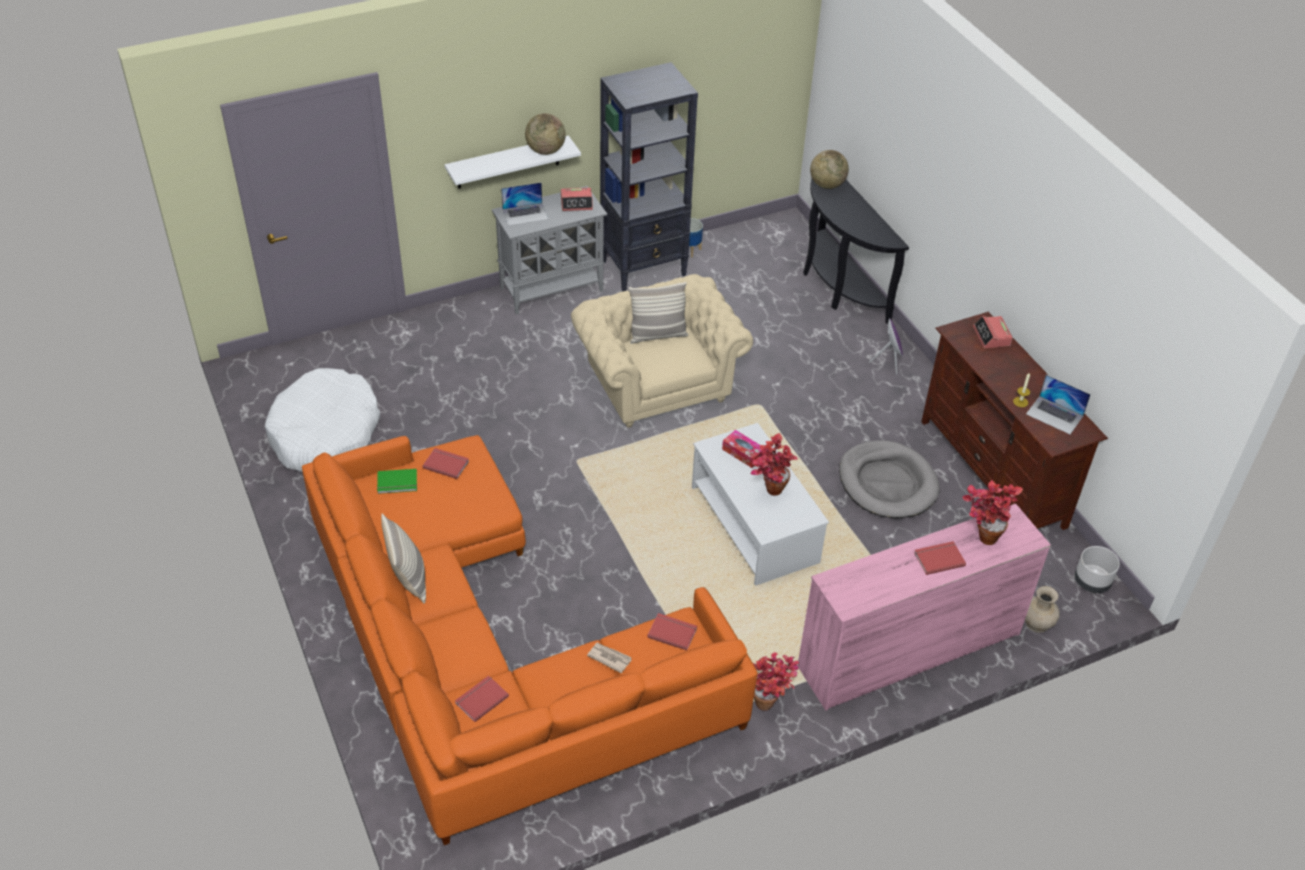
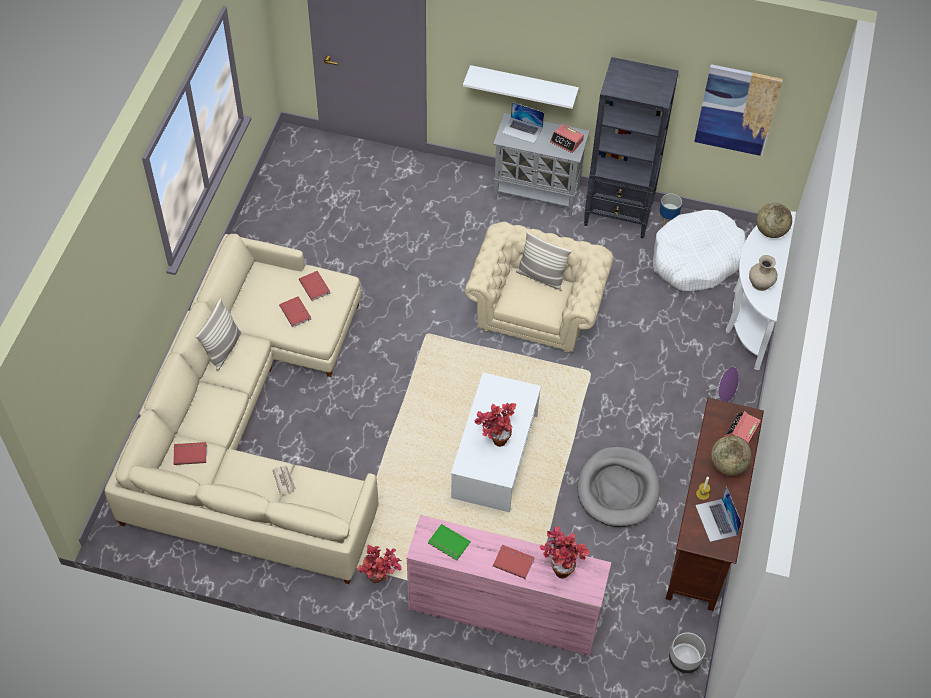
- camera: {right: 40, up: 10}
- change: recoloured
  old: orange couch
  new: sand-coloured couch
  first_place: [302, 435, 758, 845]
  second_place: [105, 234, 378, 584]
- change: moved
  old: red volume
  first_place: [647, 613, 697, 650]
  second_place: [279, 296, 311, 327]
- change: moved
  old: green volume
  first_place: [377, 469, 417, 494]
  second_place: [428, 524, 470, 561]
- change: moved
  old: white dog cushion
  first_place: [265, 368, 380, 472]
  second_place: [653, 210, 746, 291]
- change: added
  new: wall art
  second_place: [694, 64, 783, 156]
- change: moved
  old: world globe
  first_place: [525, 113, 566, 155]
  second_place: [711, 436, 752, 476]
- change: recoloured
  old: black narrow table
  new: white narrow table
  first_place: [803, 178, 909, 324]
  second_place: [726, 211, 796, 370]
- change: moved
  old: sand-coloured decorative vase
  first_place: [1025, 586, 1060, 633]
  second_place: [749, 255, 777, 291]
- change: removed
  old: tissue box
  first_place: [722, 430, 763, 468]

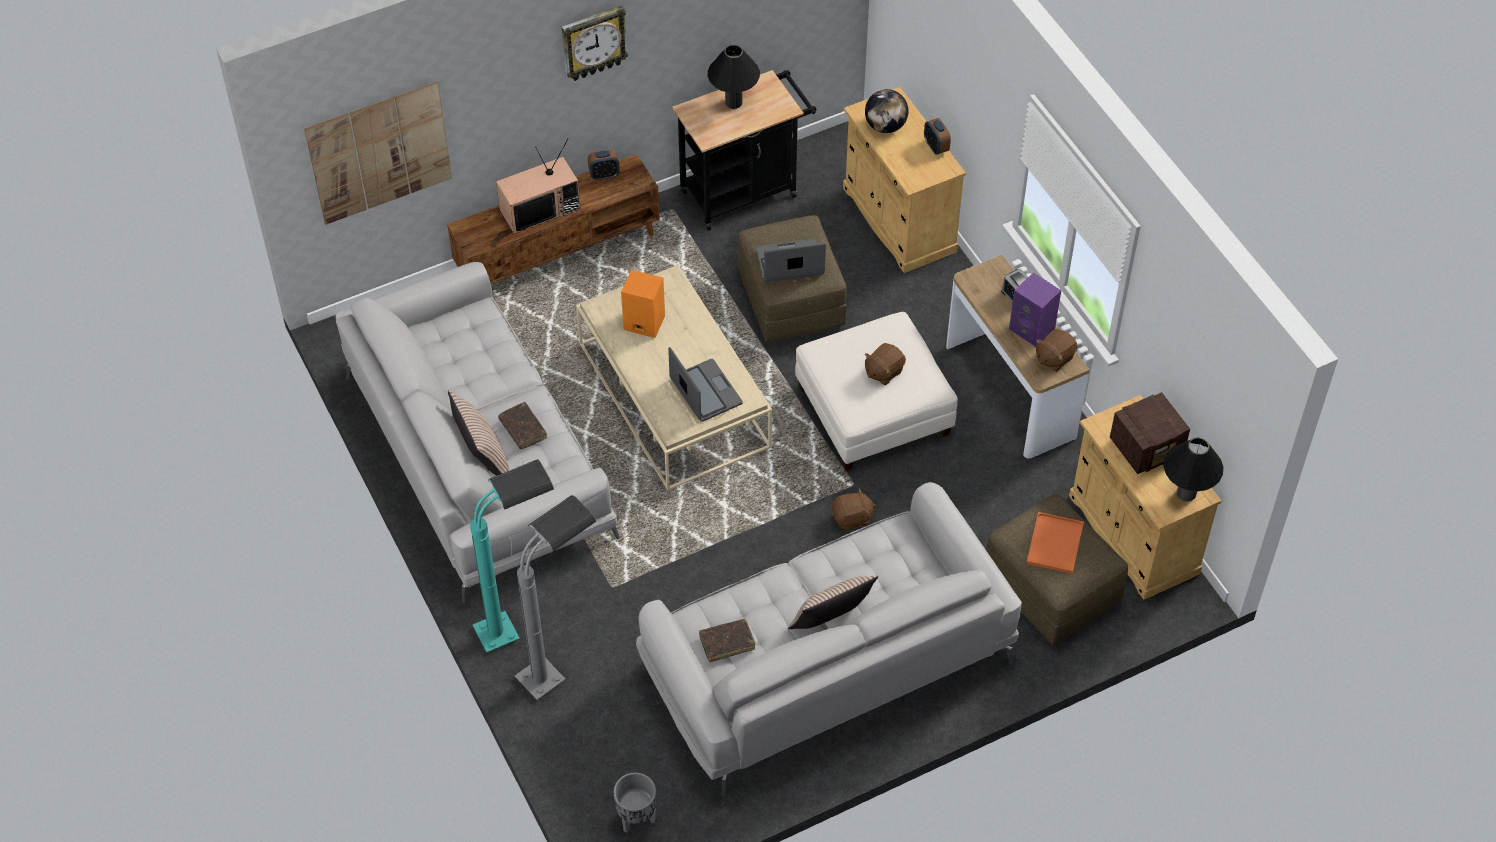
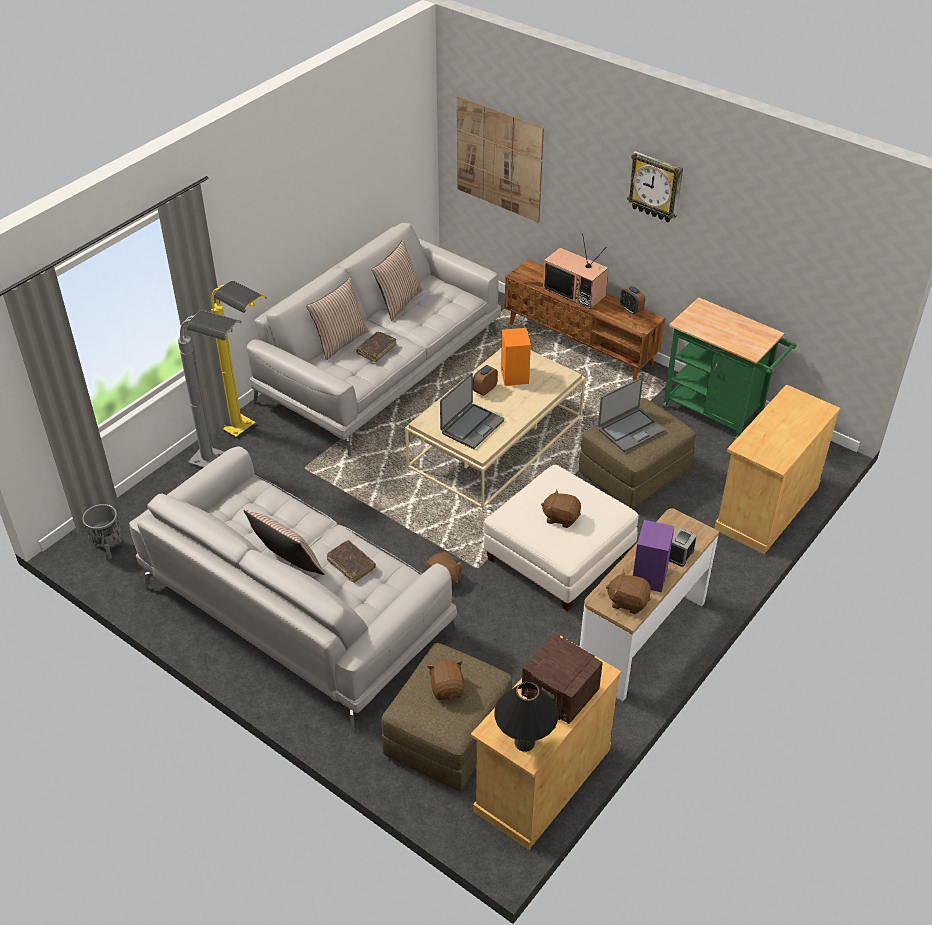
- camera: {right: 65, up: -10}
- change: recoloured
  old: turquoise standard lamp
  new: yellow standard lamp
  first_place: [470, 459, 554, 652]
  second_place: [211, 281, 266, 437]
- change: moved
  old: brownish volume
  first_place: [699, 618, 755, 662]
  second_place: [327, 540, 376, 583]
- change: added
  new: throw pillow
  second_place: [372, 240, 422, 321]
- change: replaced
  old: orange carrying tray
  new: brownish soft toy
  first_place: [1026, 512, 1084, 574]
  second_place: [427, 659, 465, 700]
- change: moved
  old: bedside clock
  first_place: [924, 118, 951, 155]
  second_place: [473, 365, 498, 396]
- change: turned
  old: portable computer
  first_place: [756, 239, 826, 282]
  second_place: [598, 377, 665, 452]
  degrees: 90
- change: recoloured
  old: black cart
  new: green cart
  first_place: [672, 70, 816, 231]
  second_place: [663, 297, 797, 441]
- change: removed
  old: black table lamp
  first_place: [708, 45, 760, 109]
- change: removed
  old: world globe
  first_place: [865, 89, 908, 133]

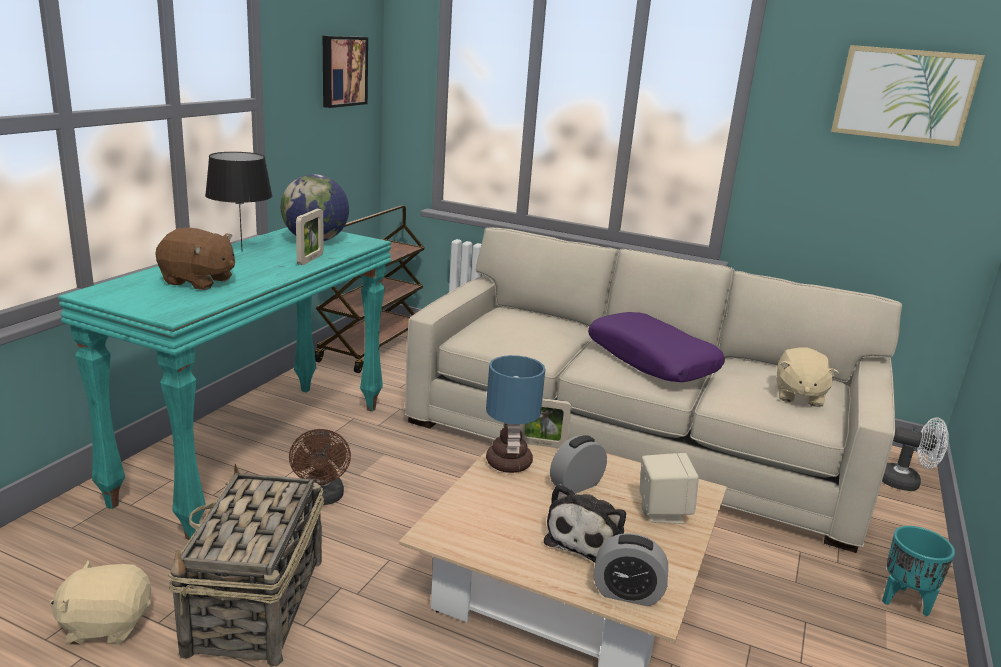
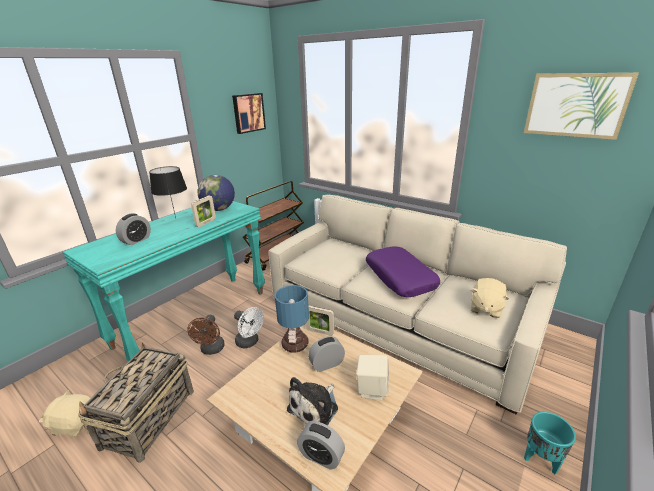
- camera: {right: 15, up: 5}
- change: replaced
  old: brownish soft toy
  new: bedside clock
  first_place: [156, 228, 235, 290]
  second_place: [116, 213, 151, 245]
- change: moved
  old: white electric fan
  first_place: [882, 417, 949, 491]
  second_place: [234, 307, 264, 348]

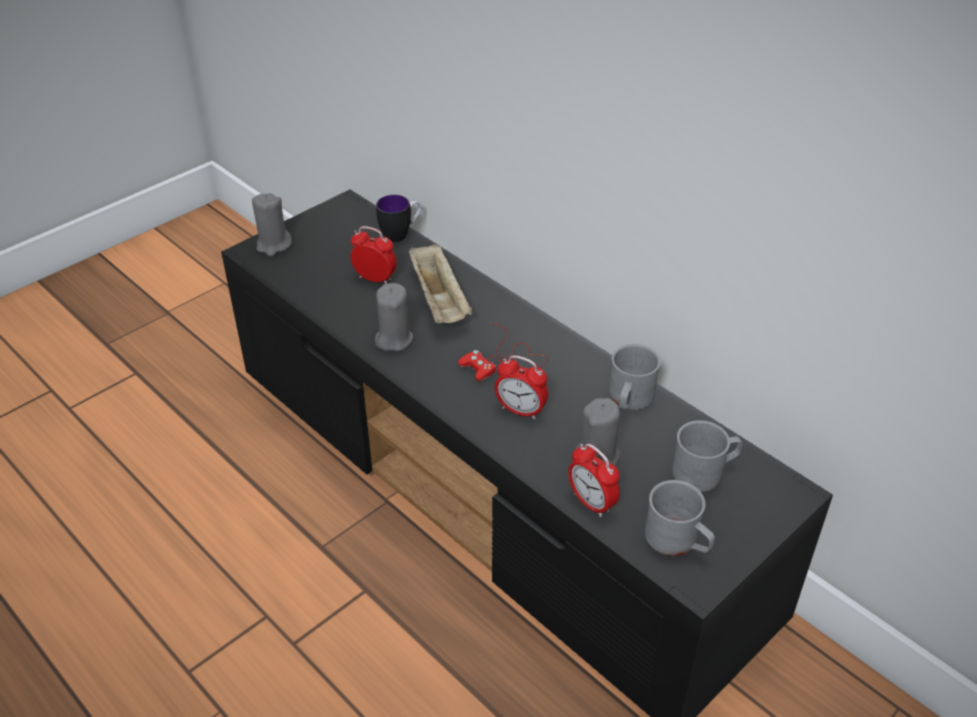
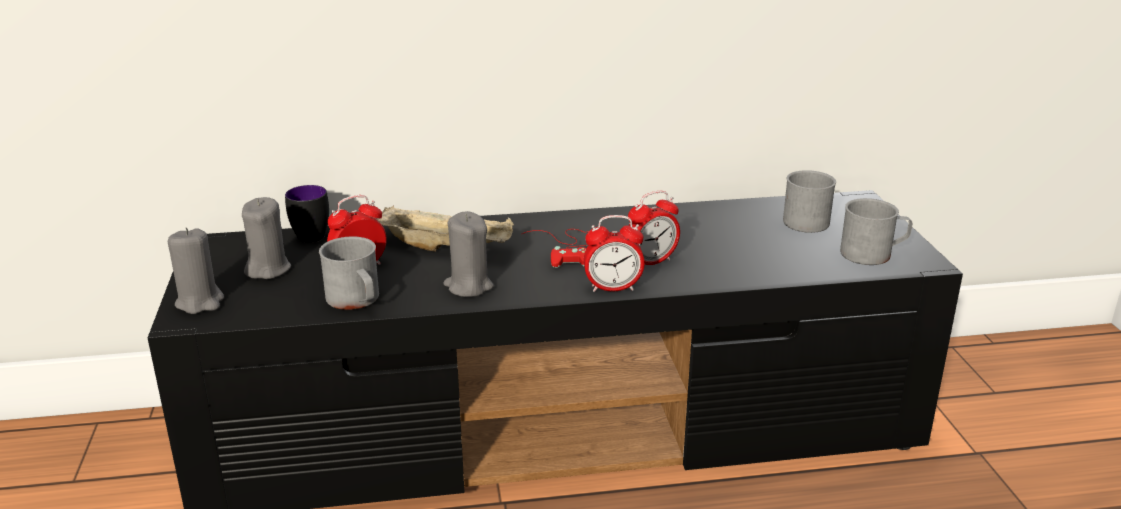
- camera: {right: -55, up: -15}
- change: moved
  old: greyish candle
  first_place: [575, 398, 621, 465]
  second_place: [242, 197, 291, 279]
- change: moved
  old: greyish tea mug
  first_place: [609, 344, 661, 410]
  second_place: [319, 236, 379, 310]
- change: moved
  old: bedside clock
  first_place: [568, 444, 620, 517]
  second_place: [584, 215, 645, 292]

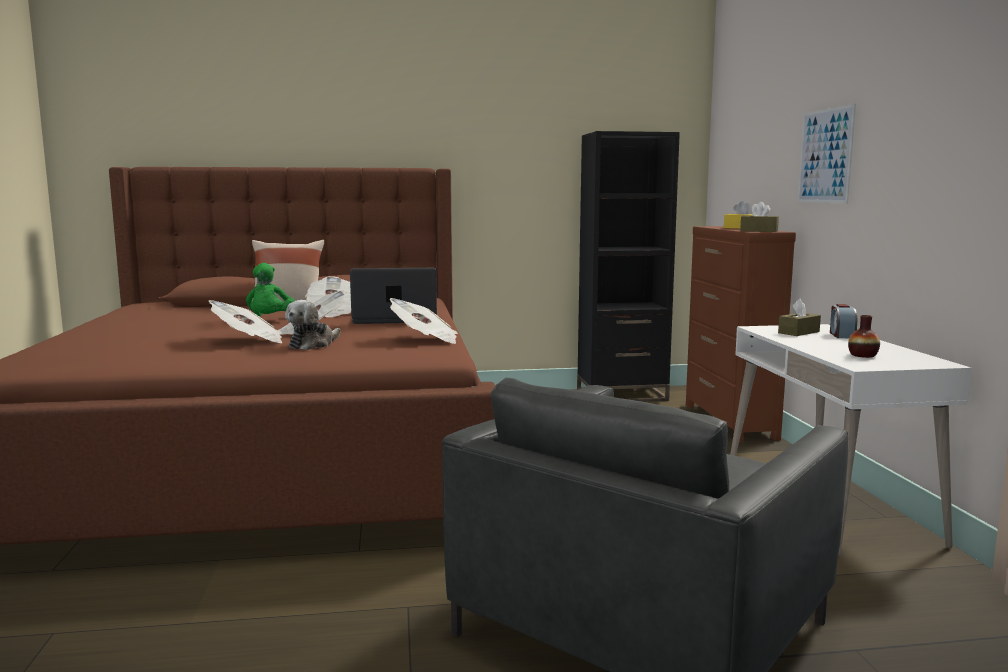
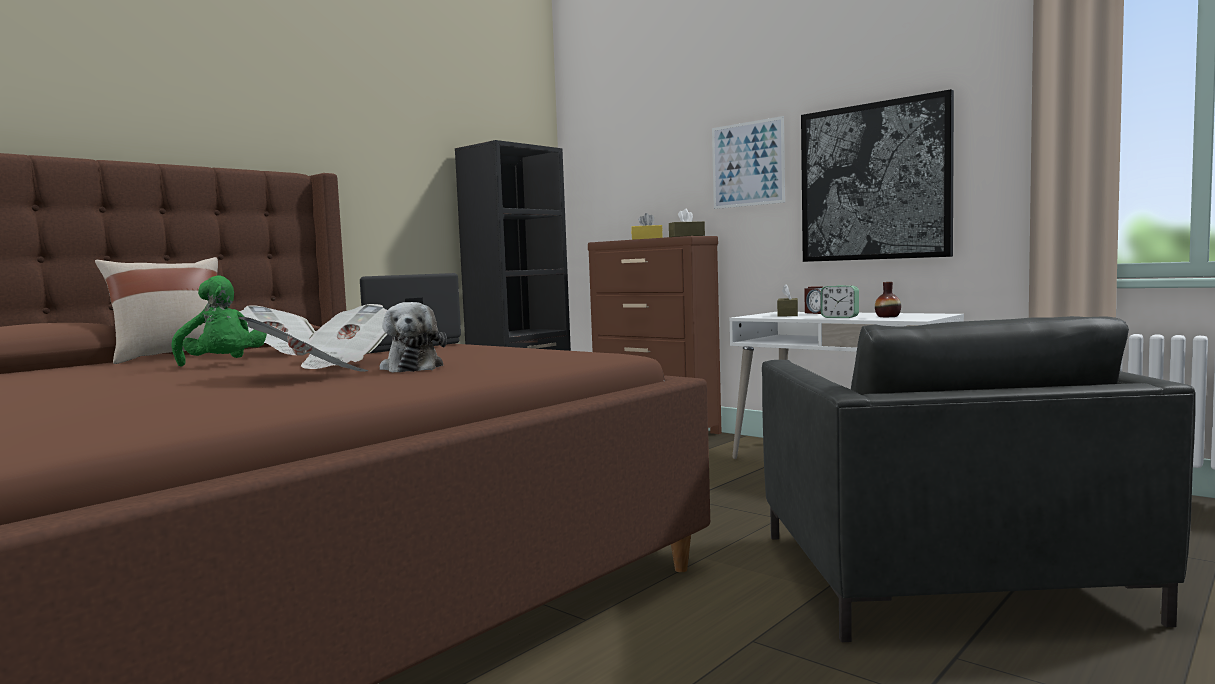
- camera: {right: -40, up: -5}
- change: added
  new: wall art
  second_place: [801, 89, 954, 262]
- change: added
  new: bedside clock
  second_place: [821, 285, 859, 318]
- change: removed
  old: printed paper
  first_place: [390, 298, 458, 344]

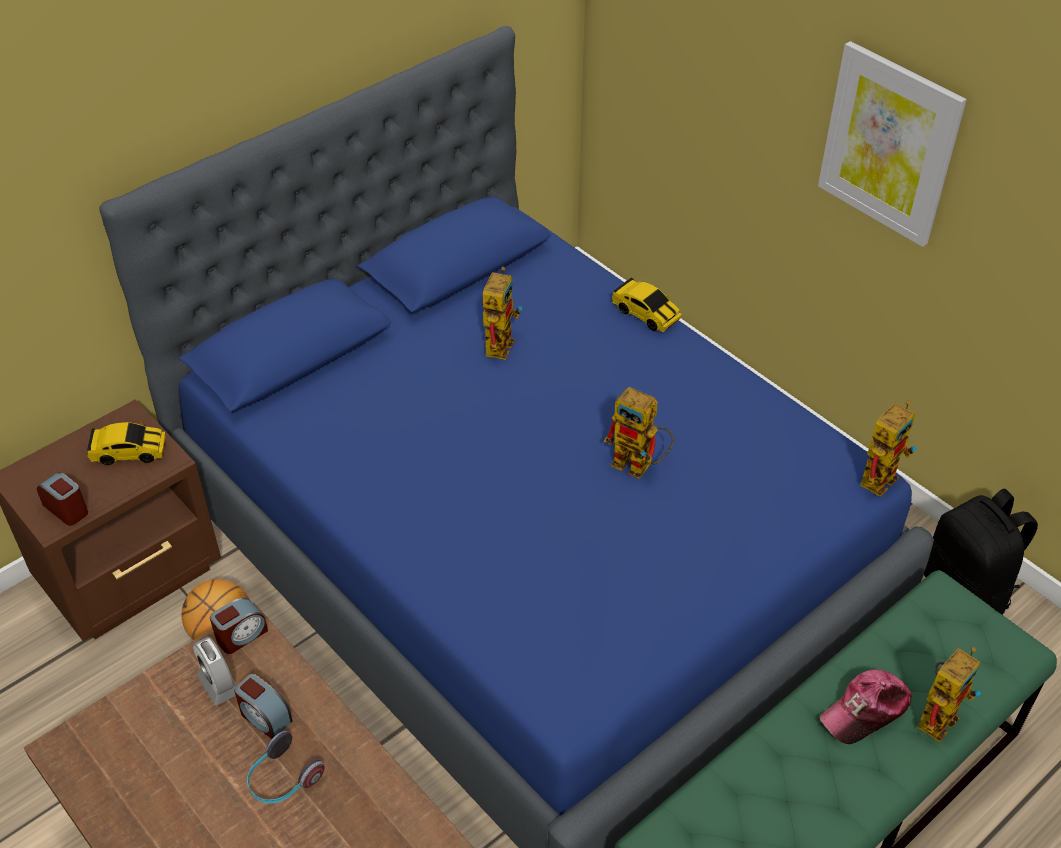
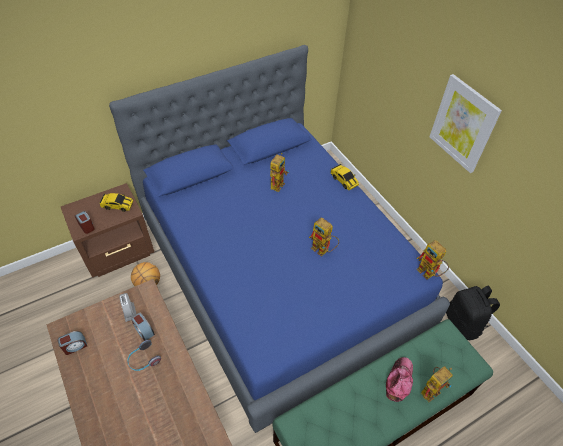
- camera: {right: 10, up: 5}
- change: moved
  old: bedside clock
  first_place: [210, 598, 268, 654]
  second_place: [57, 331, 87, 355]
- change: turned
  old: cap
  first_place: [820, 669, 912, 744]
  second_place: [386, 357, 413, 402]
  degrees: 135
- change: turned
  old: robot figure
  first_place: [860, 401, 917, 497]
  second_place: [416, 240, 449, 280]
  degrees: 90

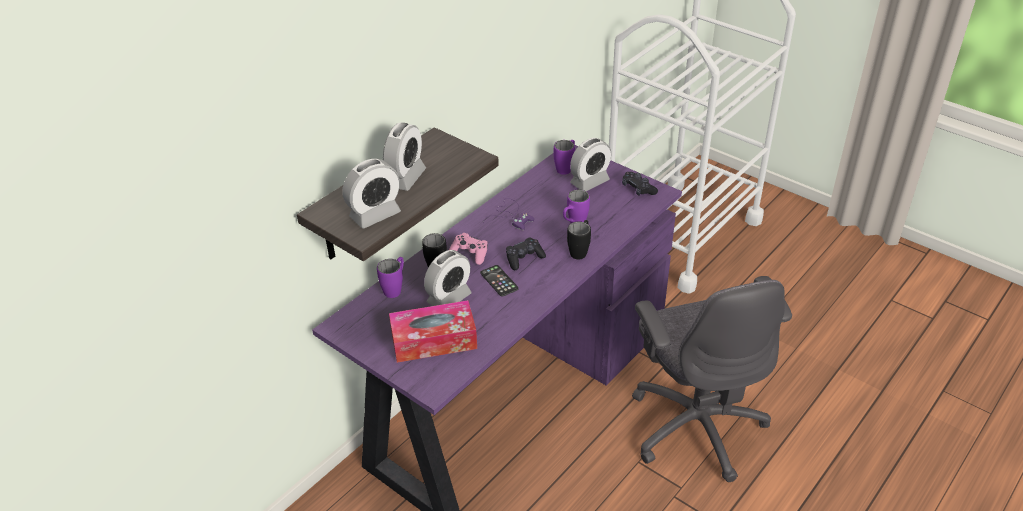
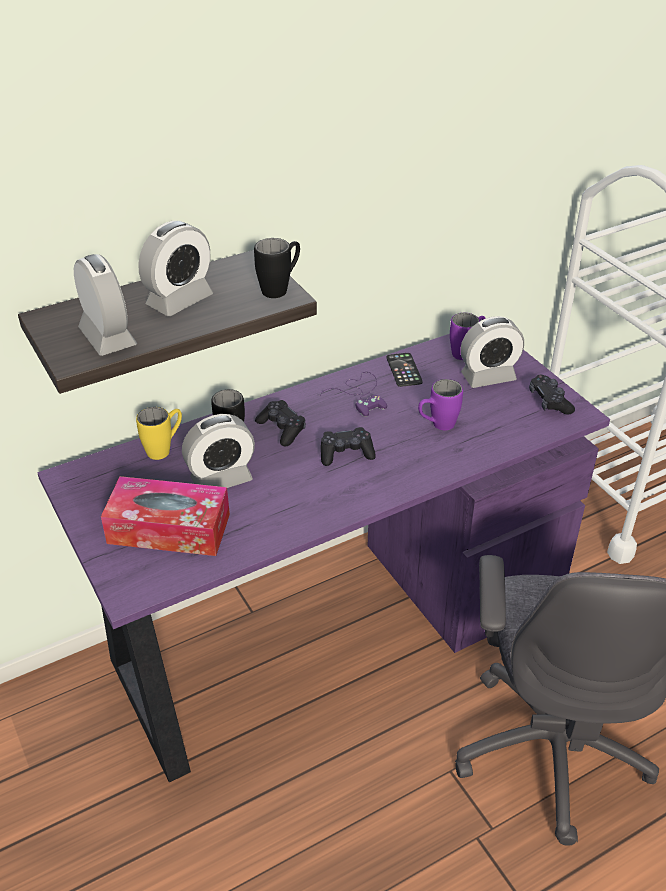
- camera: {right: 20, up: 0}
- change: turned
  old: bedside clock
  first_place: [342, 159, 401, 229]
  second_place: [74, 254, 137, 356]
  degrees: -105
- change: recoloured
  old: purple-coloured tea mug
  new: yellow tea mug
  first_place: [377, 257, 404, 298]
  second_place: [136, 407, 182, 460]
- change: moved
  old: black tea mug
  first_place: [567, 220, 591, 260]
  second_place: [254, 238, 300, 298]
- change: recoloured
  old: pinkish joypad
  new: black joypad
  first_place: [449, 233, 488, 265]
  second_place: [255, 400, 306, 447]
- change: moved
  old: telephone
  first_place: [480, 265, 519, 297]
  second_place: [387, 353, 423, 387]

